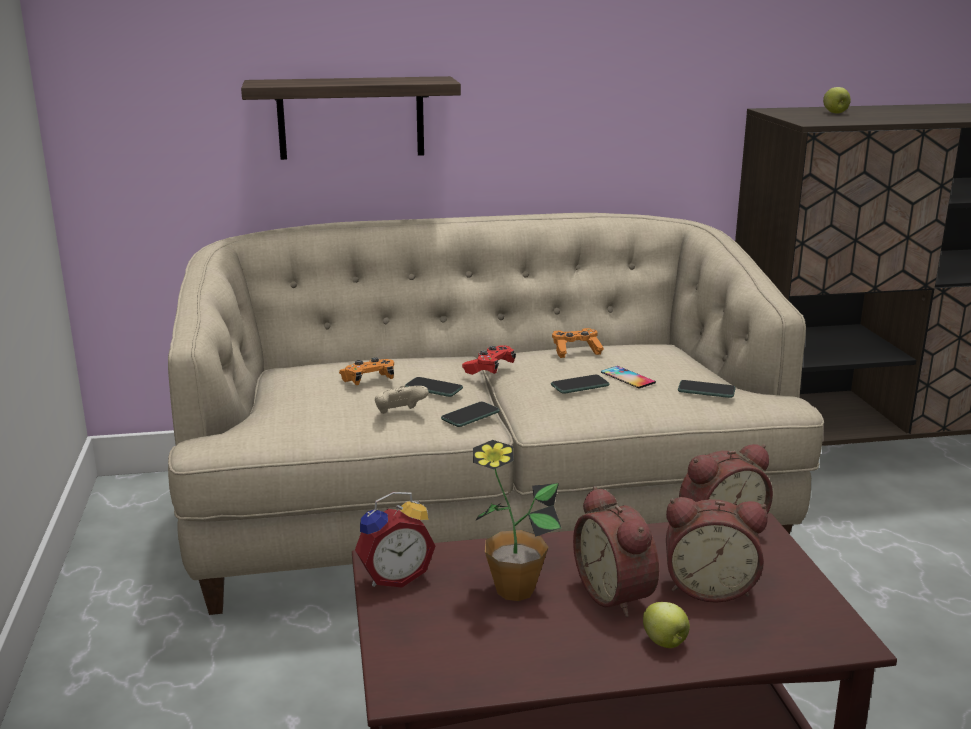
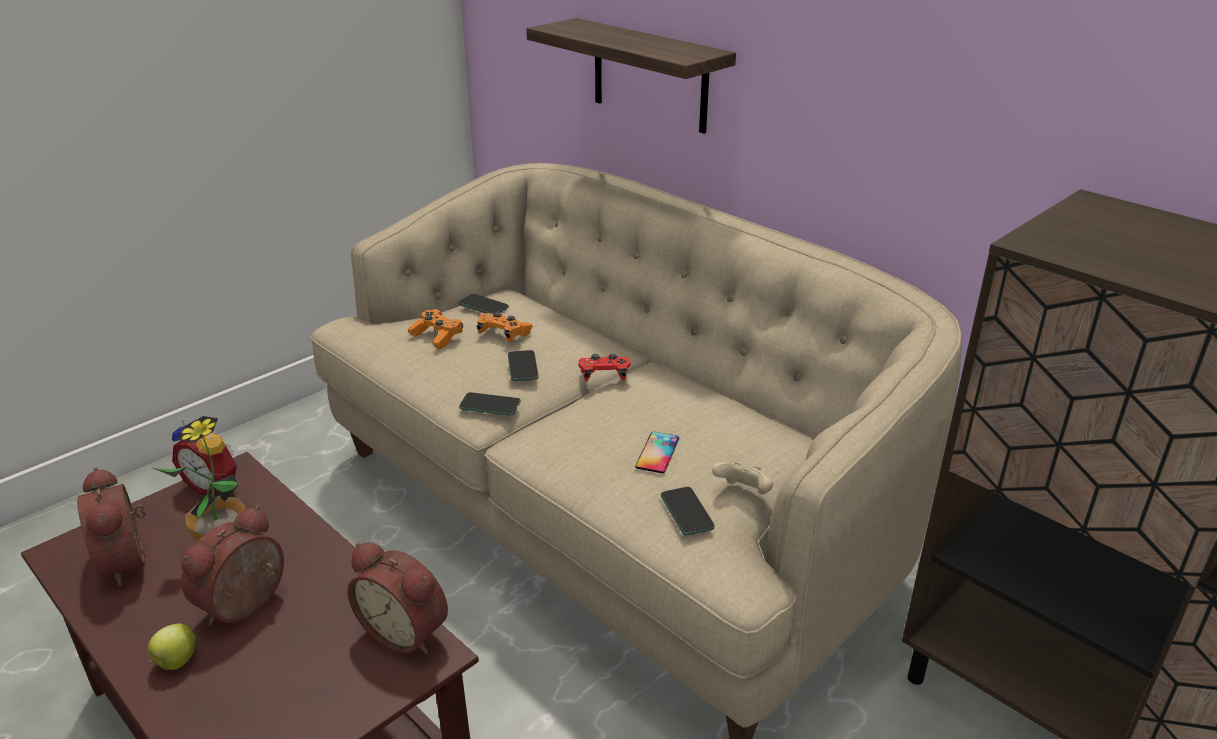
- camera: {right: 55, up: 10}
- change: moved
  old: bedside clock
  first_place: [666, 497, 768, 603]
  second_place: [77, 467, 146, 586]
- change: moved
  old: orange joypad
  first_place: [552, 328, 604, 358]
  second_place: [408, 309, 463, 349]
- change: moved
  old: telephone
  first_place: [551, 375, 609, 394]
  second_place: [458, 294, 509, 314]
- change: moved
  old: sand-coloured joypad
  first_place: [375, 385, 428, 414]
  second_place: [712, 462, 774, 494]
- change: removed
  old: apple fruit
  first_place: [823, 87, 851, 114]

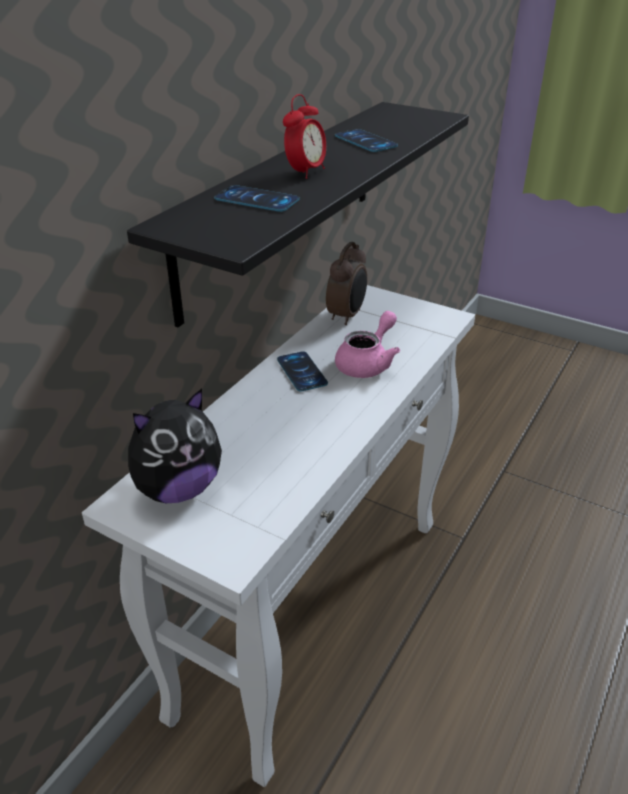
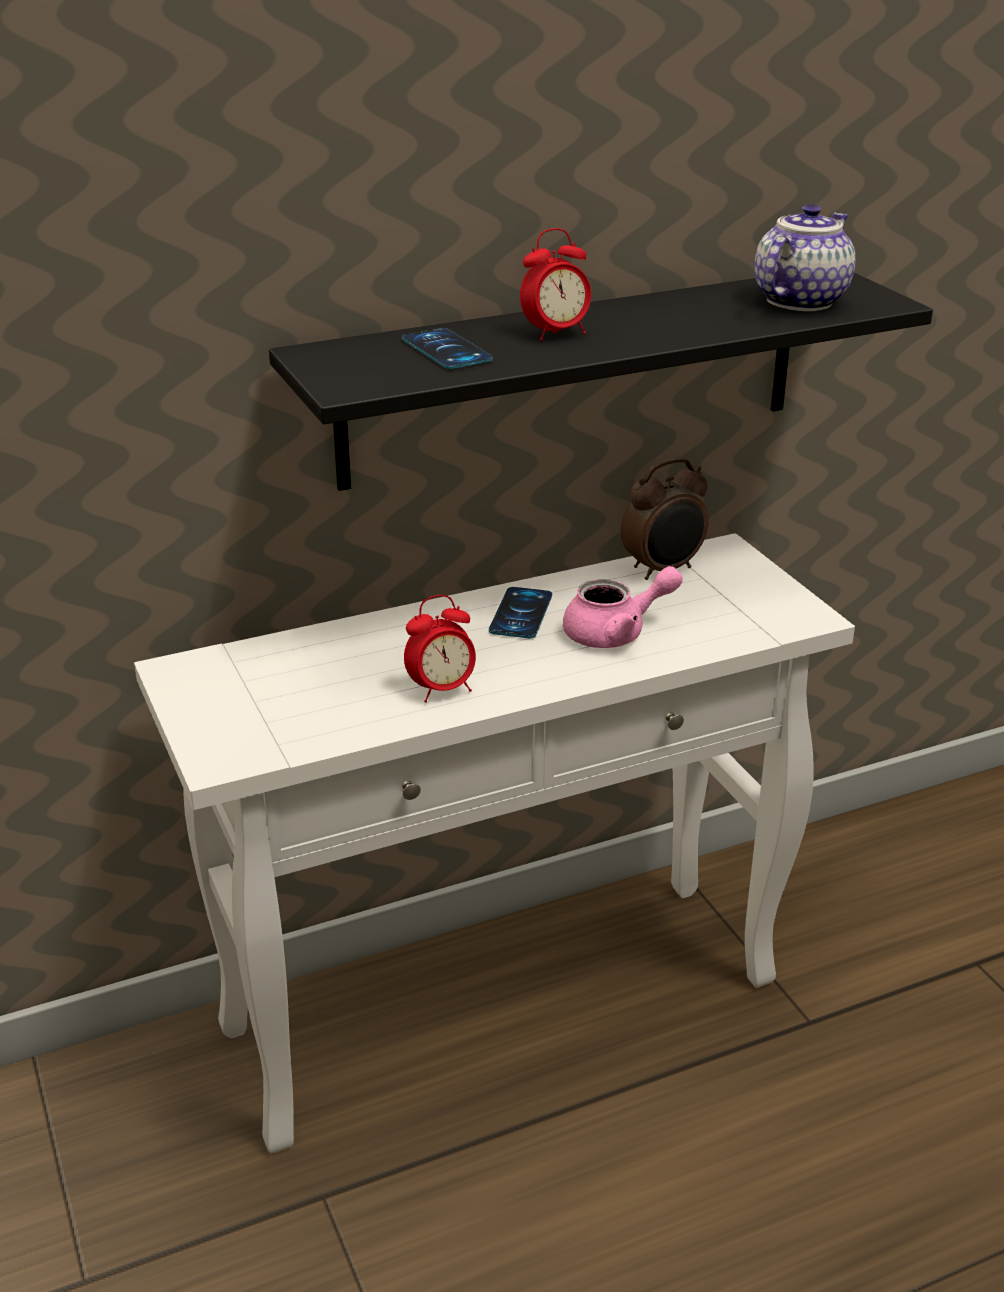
- camera: {right: 35, up: -5}
- change: added
  new: bedside clock
  second_place: [404, 595, 476, 703]
- change: added
  new: pot for tea
  second_place: [754, 204, 856, 311]
- change: removed
  old: soft toy
  first_place: [128, 389, 222, 503]
- change: removed
  old: telephone
  first_place: [335, 129, 398, 152]

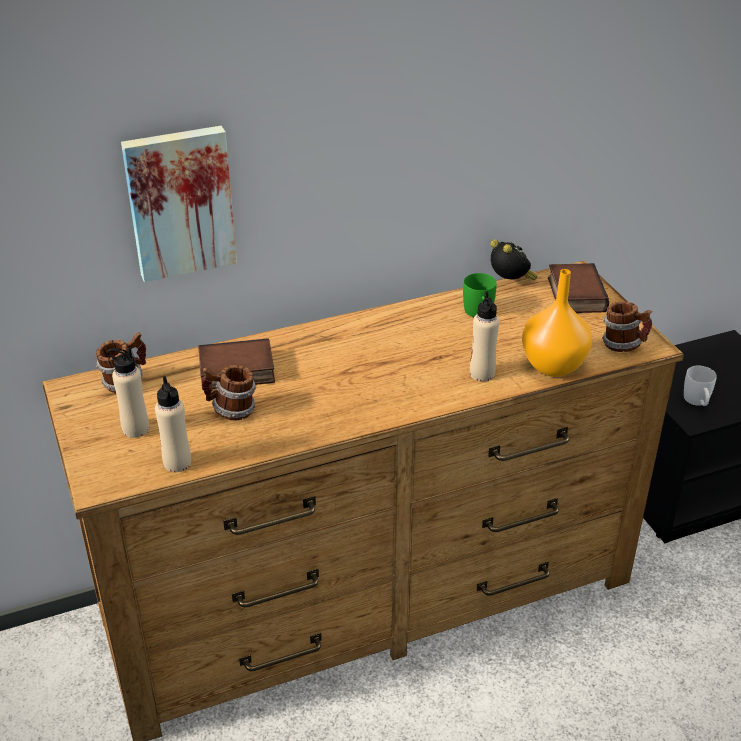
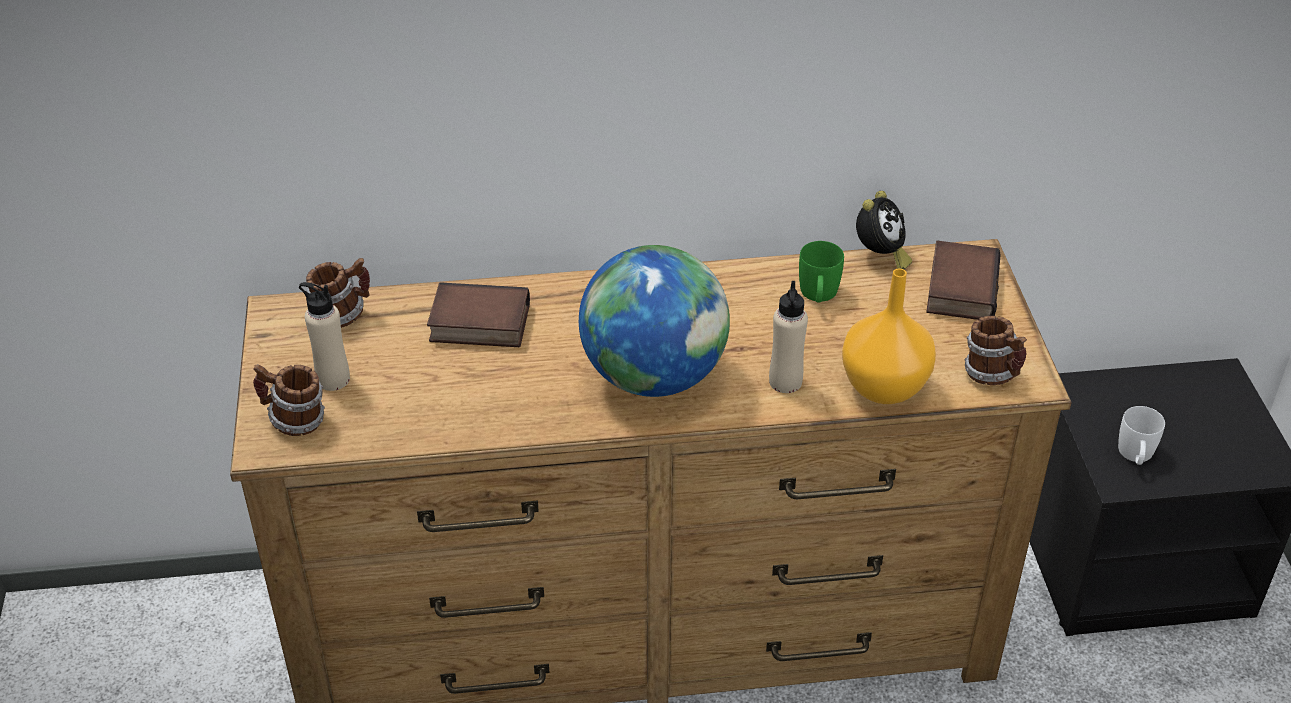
- camera: {right: 15, up: 5}
- change: moved
  old: tea mug
  first_place: [202, 365, 256, 420]
  second_place: [253, 364, 325, 436]
- change: added
  new: world globe
  second_place: [579, 245, 730, 397]
- change: turned
  old: bedside clock
  first_place: [490, 239, 537, 280]
  second_place: [856, 191, 912, 269]
  degrees: 45
- change: removed
  old: wall art
  first_place: [121, 126, 237, 282]
- change: removed
  old: sand-coloured bottle
  first_place: [155, 376, 191, 472]

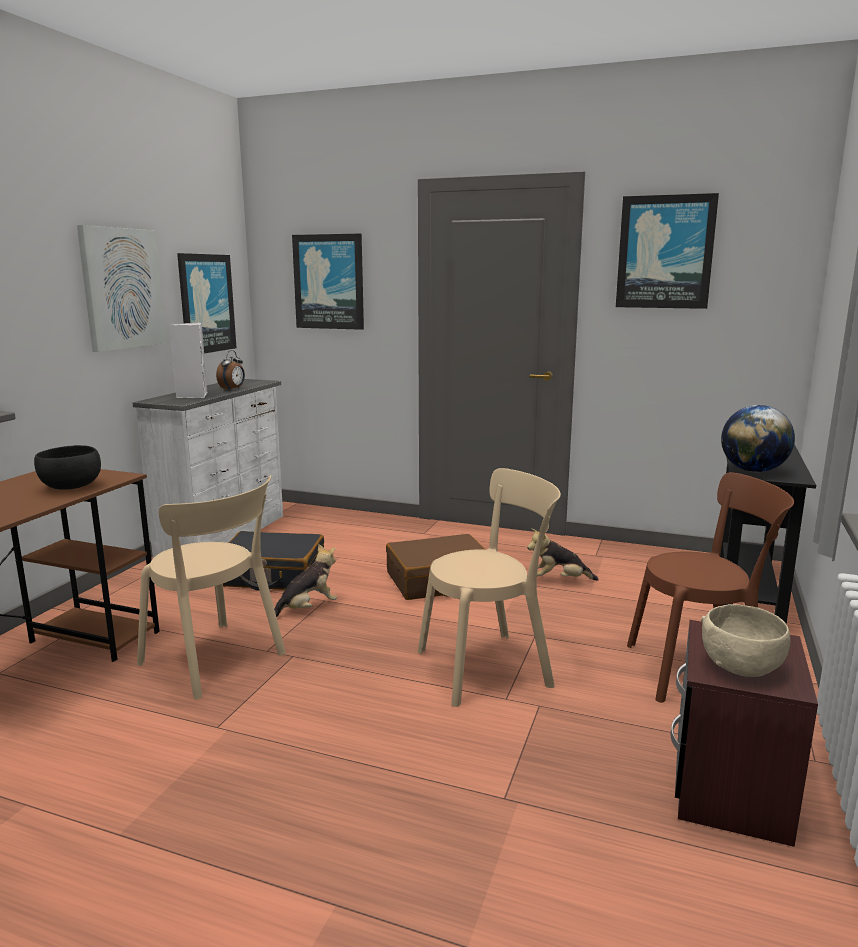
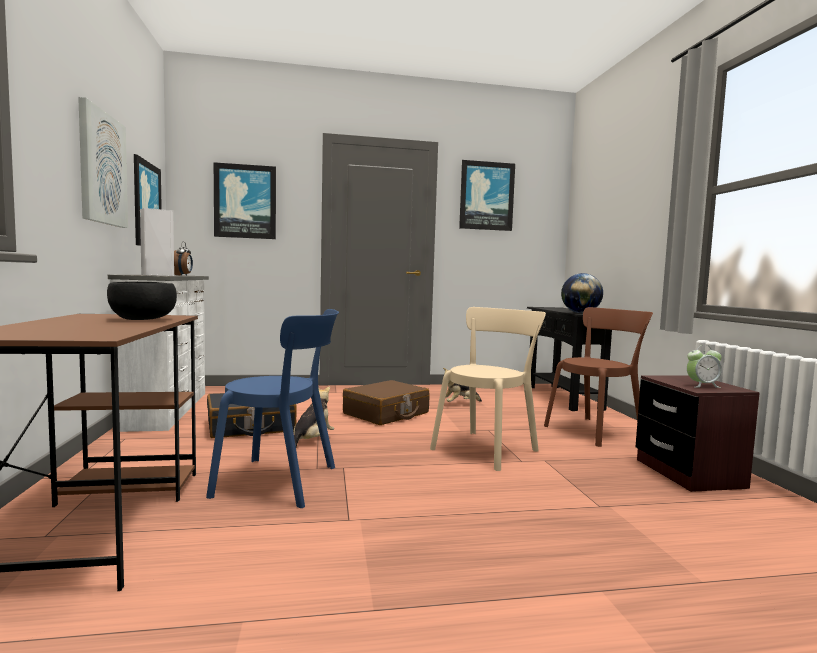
- camera: {right: -30, up: -10}
- change: recoloured
  old: sand-coloured upright chair
  new: blue-coloured upright chair
  first_place: [137, 476, 286, 700]
  second_place: [206, 309, 339, 508]
- change: replaced
  old: sand-coloured deep dish
  new: bedside clock
  first_place: [701, 604, 790, 677]
  second_place: [687, 345, 722, 388]

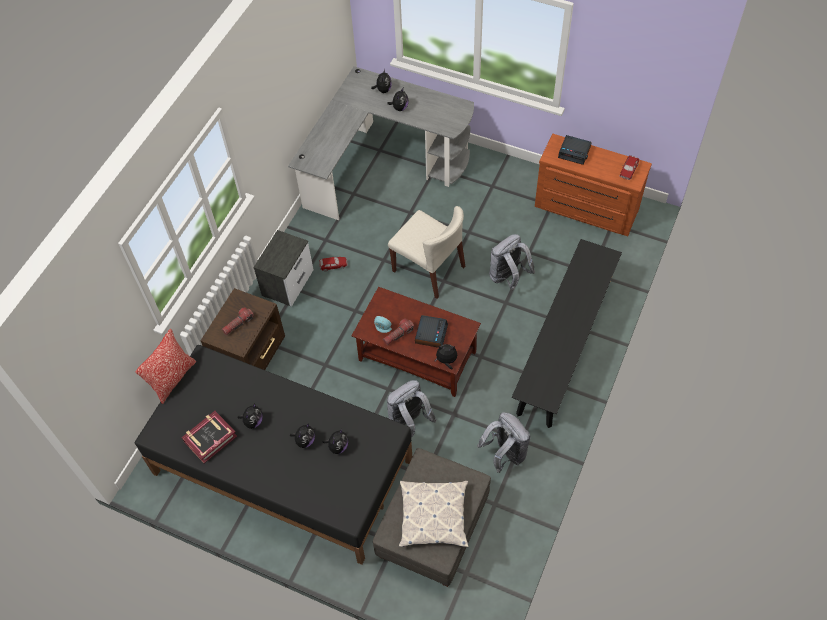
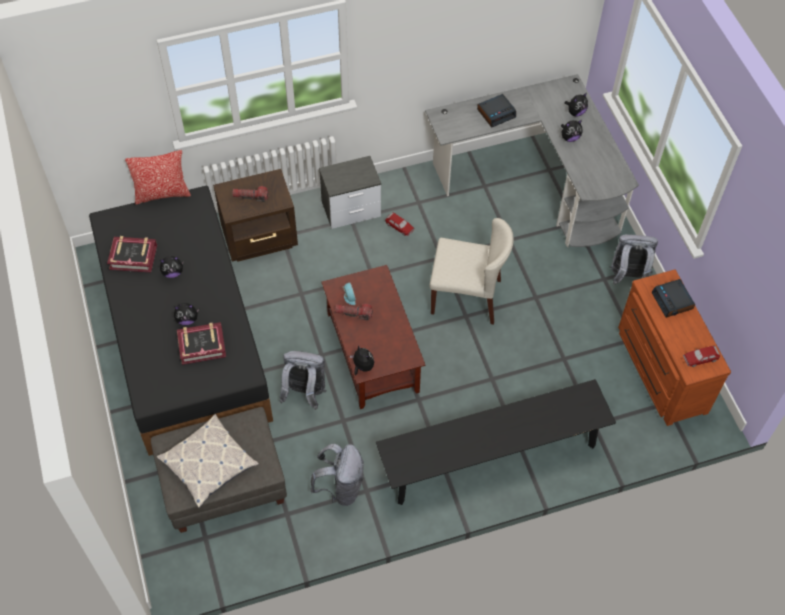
- camera: {right: 45, up: 0}
- change: replaced
  old: soft toy
  new: volume
  first_place: [323, 429, 348, 454]
  second_place: [177, 322, 226, 365]
- change: turned
  old: sand-coloured upright chair
  first_place: [388, 206, 465, 299]
  second_place: [429, 218, 514, 325]
  degrees: -75
- change: moved
  old: bedside clock
  first_place: [415, 315, 448, 348]
  second_place: [477, 94, 516, 128]
- change: moved
  old: greyish knapsack
  first_place: [489, 234, 535, 290]
  second_place: [610, 234, 658, 285]

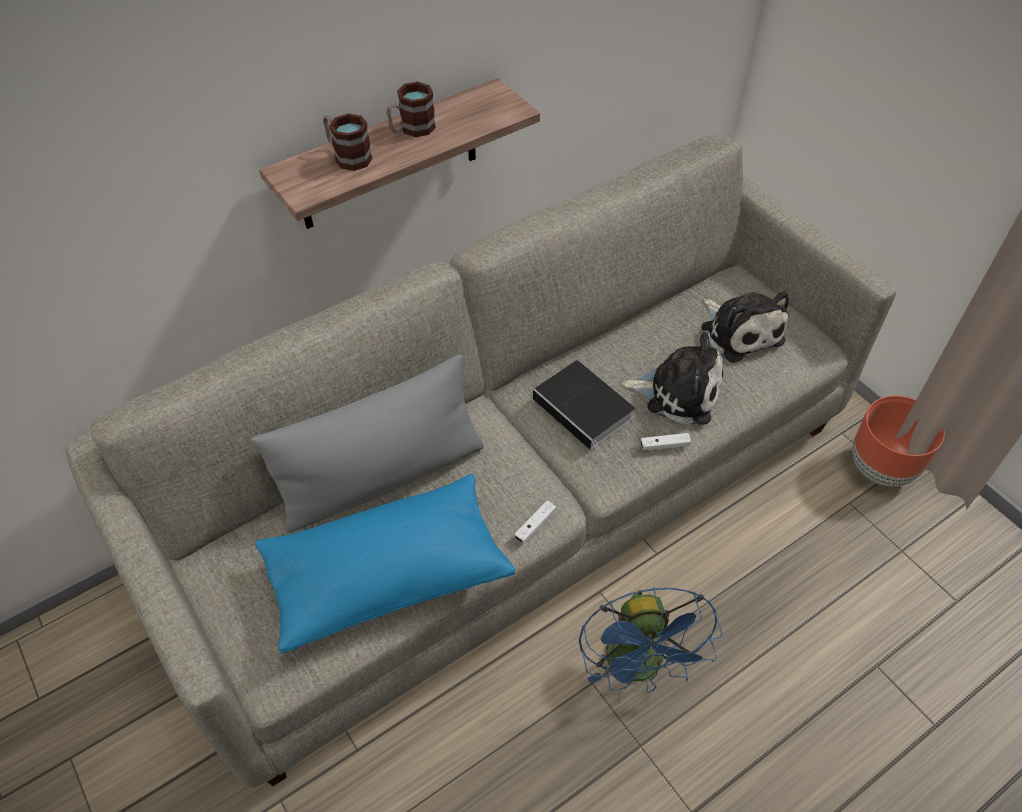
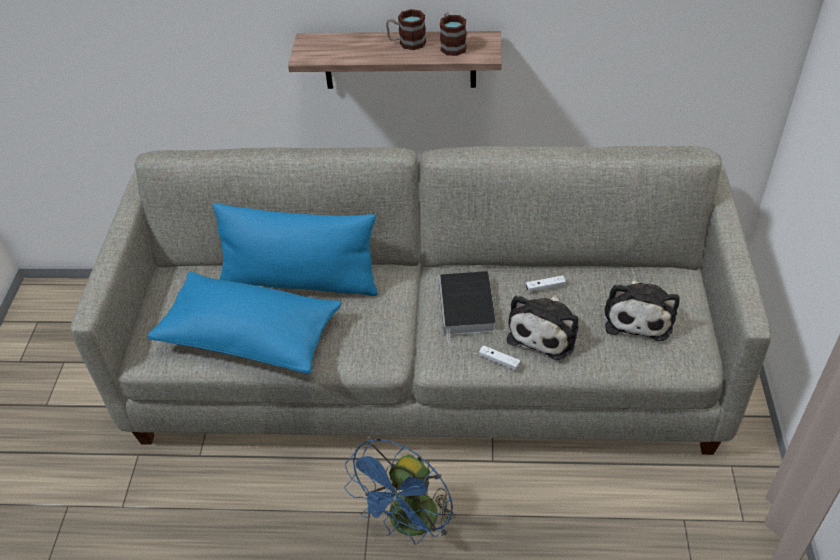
- camera: {right: 40, up: -5}
- change: recoloured
  old: greyish throw pillow
  new: blue-coloured throw pillow
  first_place: [251, 354, 484, 533]
  second_place: [213, 203, 378, 296]
- change: moved
  old: tea mug
  first_place: [323, 113, 372, 171]
  second_place: [440, 13, 467, 56]
- change: turned
  old: soft toy
  first_place: [621, 332, 723, 425]
  second_place: [507, 295, 579, 360]
  degrees: 60
- change: moved
  old: white joypad
  first_place: [514, 500, 556, 544]
  second_place: [526, 275, 566, 292]
- change: removed
  old: brownish planter
  first_place: [852, 396, 945, 487]

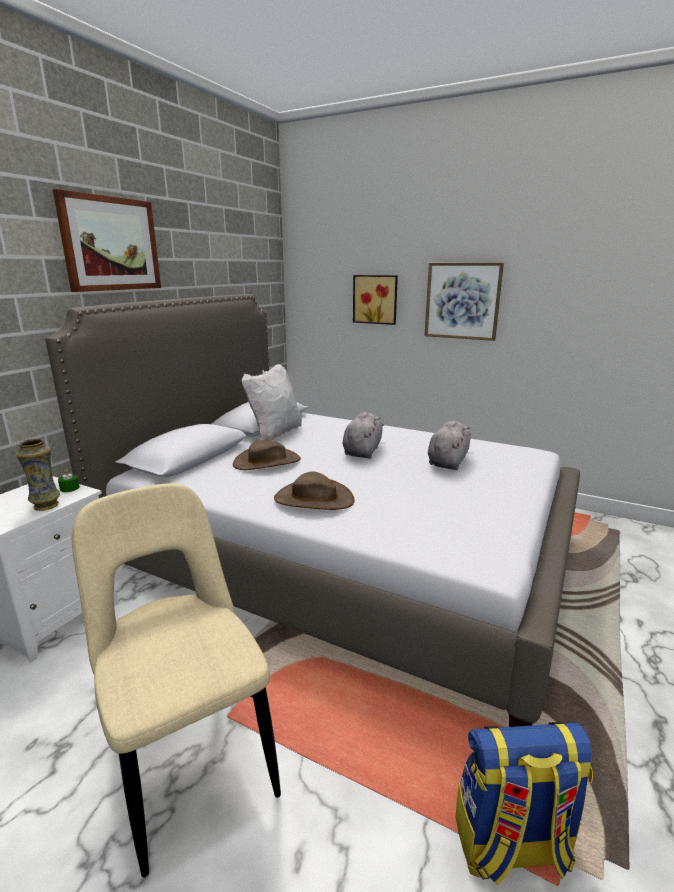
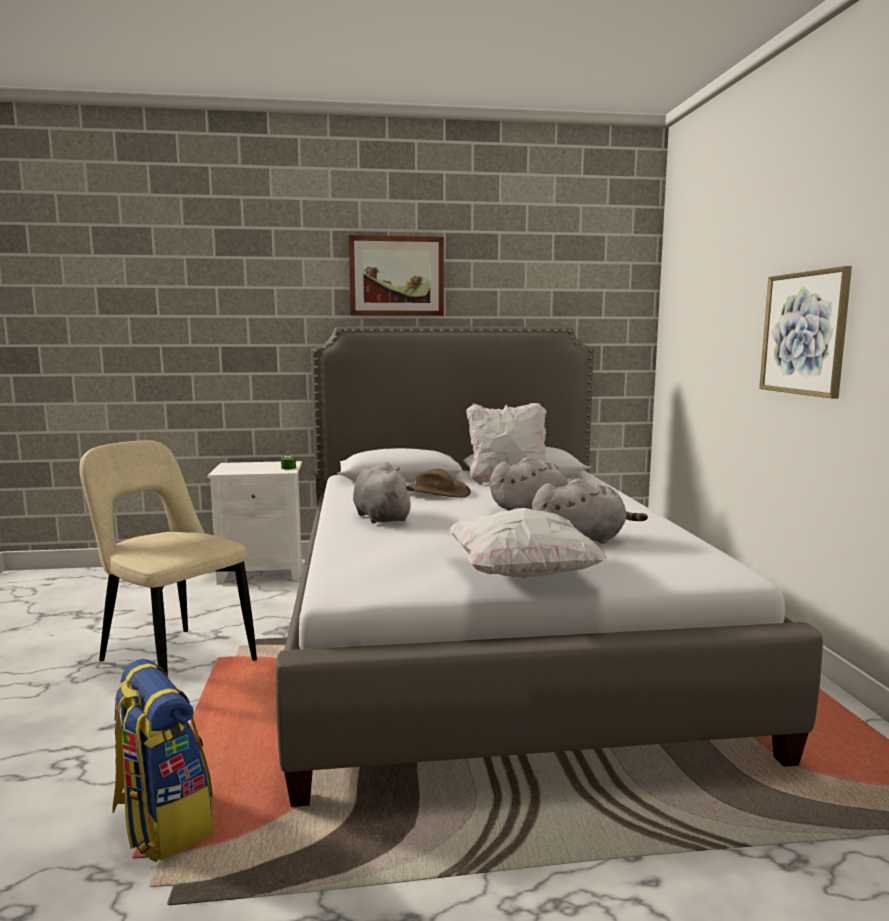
- camera: {right: 55, up: -10}
- change: turned
  old: sand-coloured upright chair
  first_place: [72, 483, 281, 877]
  second_place: [79, 440, 257, 676]
  degrees: -75
- change: replaced
  old: brownish clothing hat
  new: greyish soft toy
  first_place: [274, 471, 355, 510]
  second_place: [353, 462, 414, 524]
- change: added
  new: white throw pillow
  second_place: [448, 508, 607, 578]
- change: removed
  old: decorative vase
  first_place: [16, 439, 60, 511]
- change: removed
  old: wall art
  first_place: [353, 275, 398, 325]

